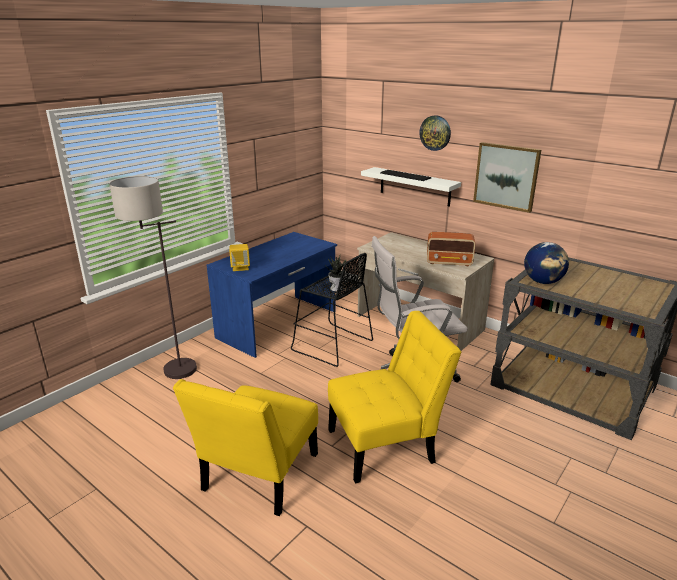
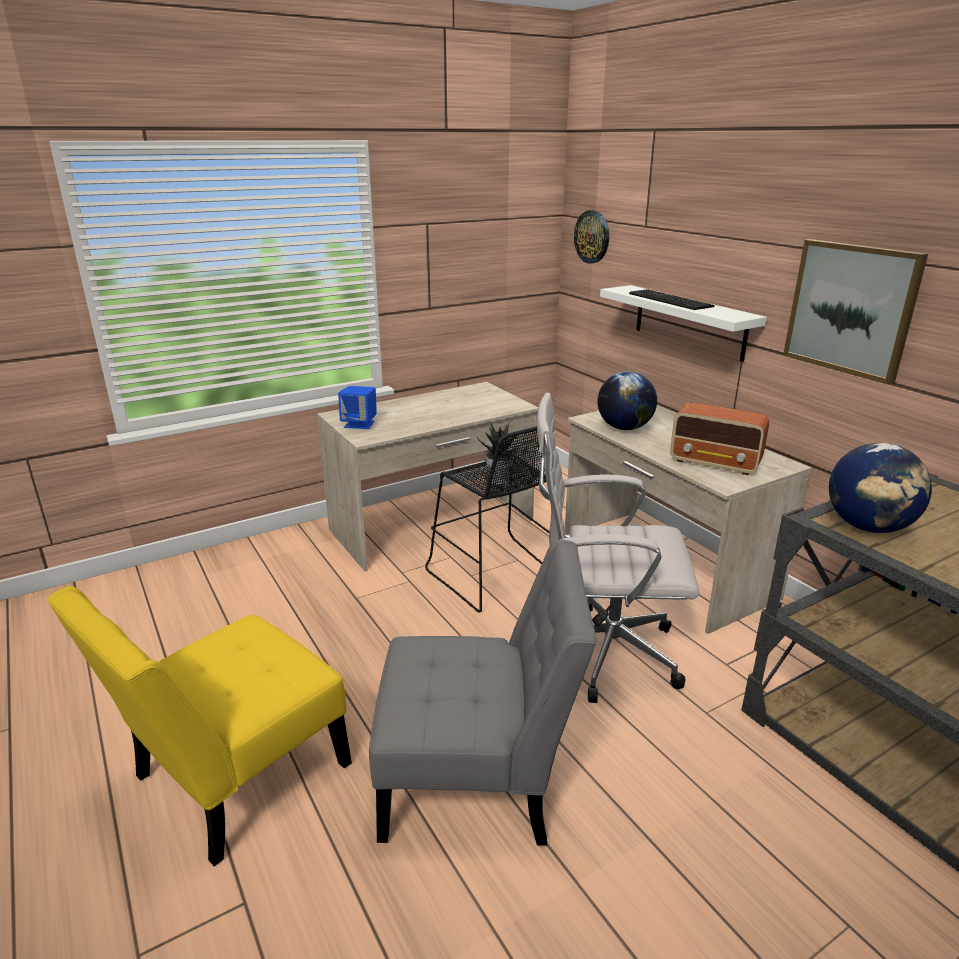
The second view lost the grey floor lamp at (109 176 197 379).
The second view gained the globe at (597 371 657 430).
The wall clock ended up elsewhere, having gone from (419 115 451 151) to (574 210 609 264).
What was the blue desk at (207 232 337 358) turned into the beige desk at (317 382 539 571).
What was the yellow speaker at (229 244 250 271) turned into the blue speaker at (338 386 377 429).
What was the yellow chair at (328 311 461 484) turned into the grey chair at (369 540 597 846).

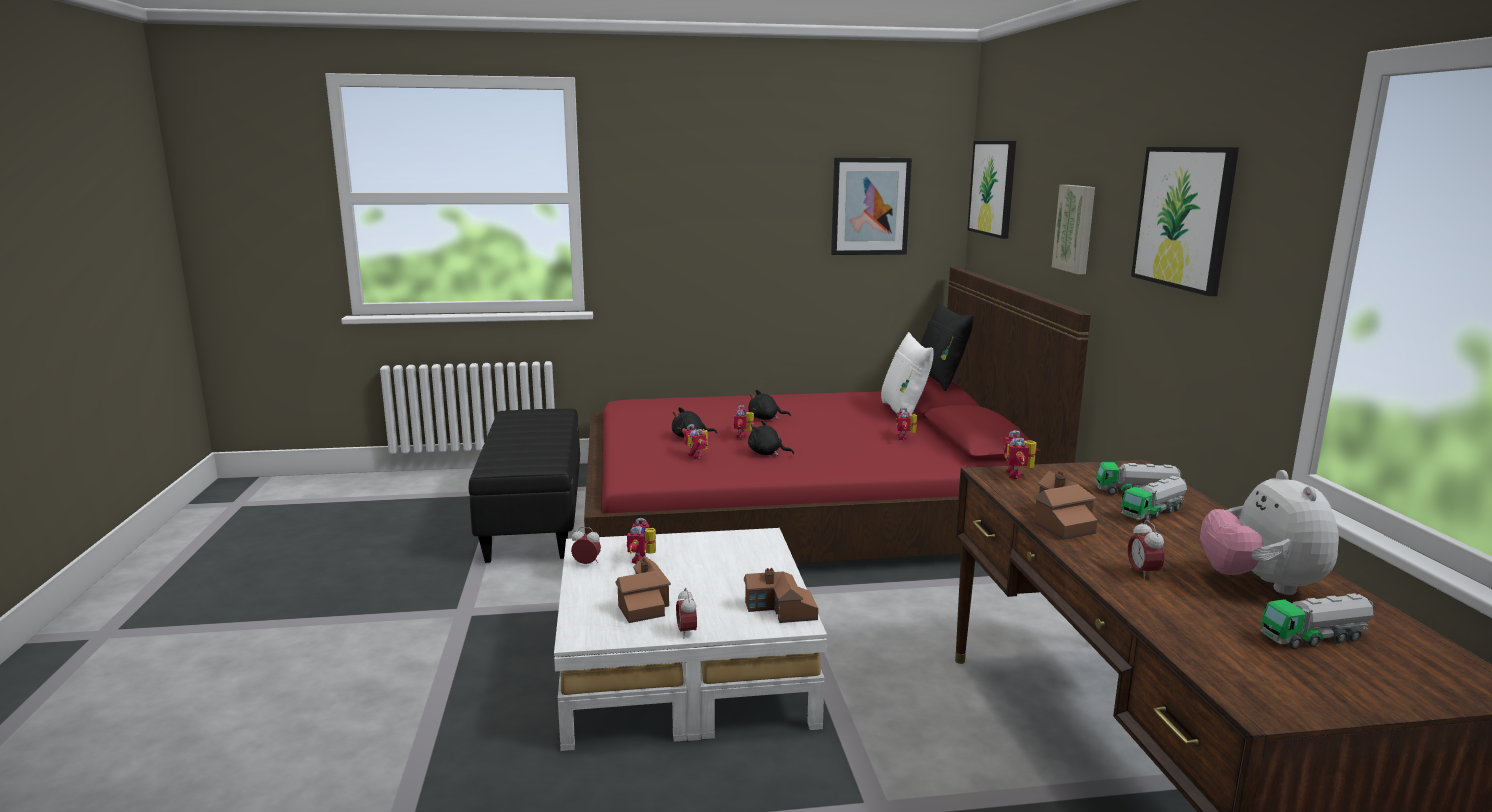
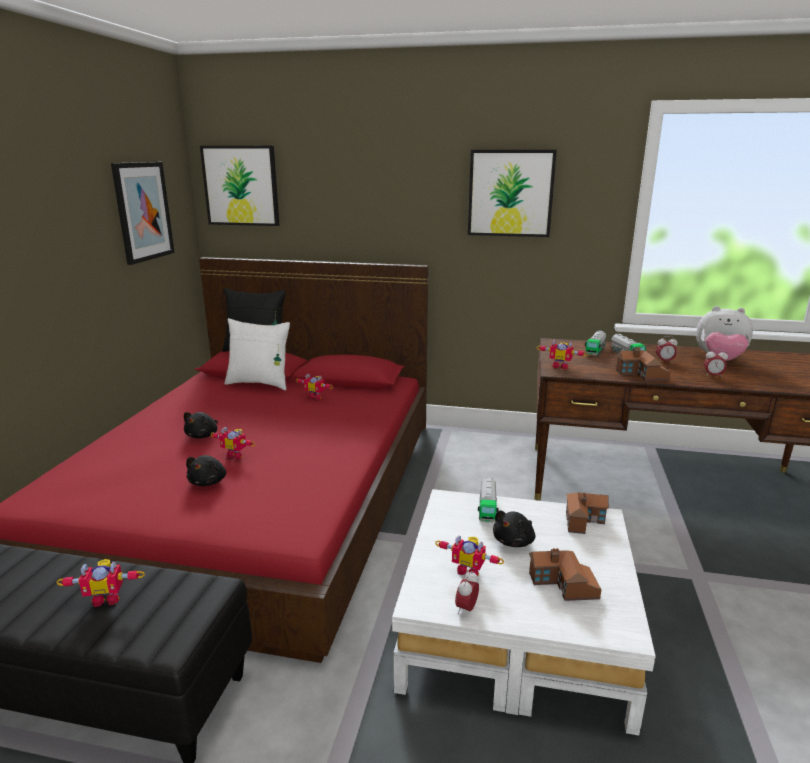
The second view lost the picture at (1052 185 1095 274).
The alarm clock ended up elsewhere, having gone from (676 588 697 639) to (656 336 678 363).
The toy robot ended up elsewhere, having gone from (682 424 708 460) to (56 559 145 607).
The black plush toy ended up elsewhere, having gone from (748 420 794 456) to (493 510 535 547).
The toy truck ended up elsewhere, having gone from (1260 593 1373 649) to (478 477 499 522).

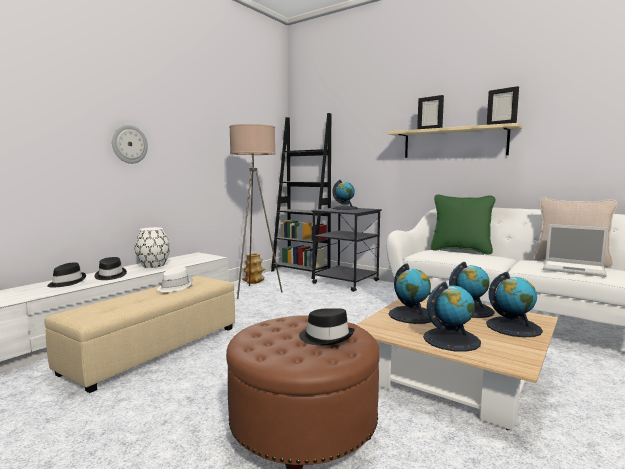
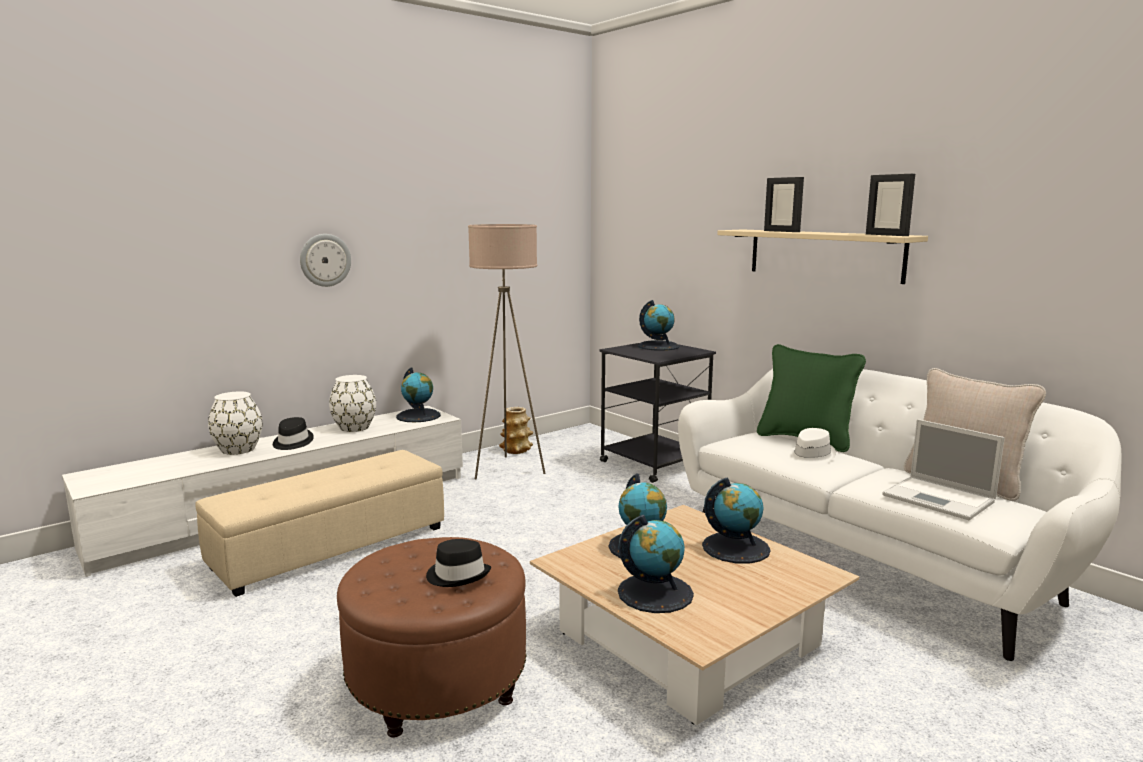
The second view lost the black bookcase at (271 113 331 279).
The white hat ended up elsewhere, having gone from (157 267 193 292) to (788 428 836 464).
The globe ended up elsewhere, having gone from (486 272 543 337) to (396 368 441 423).
Where the black hat stood at (47 263 86 287), the white vase came to stand at (208 392 263 455).

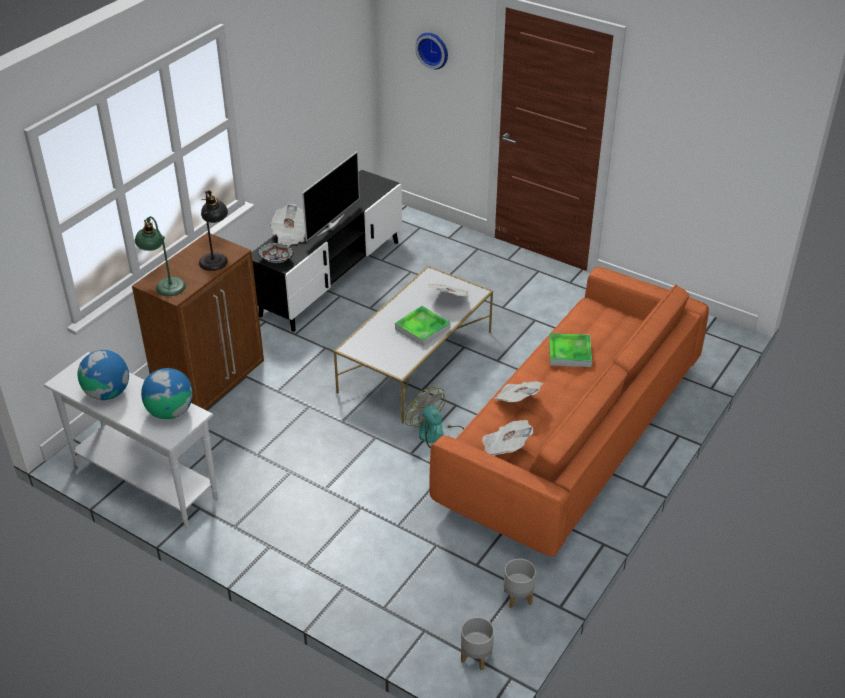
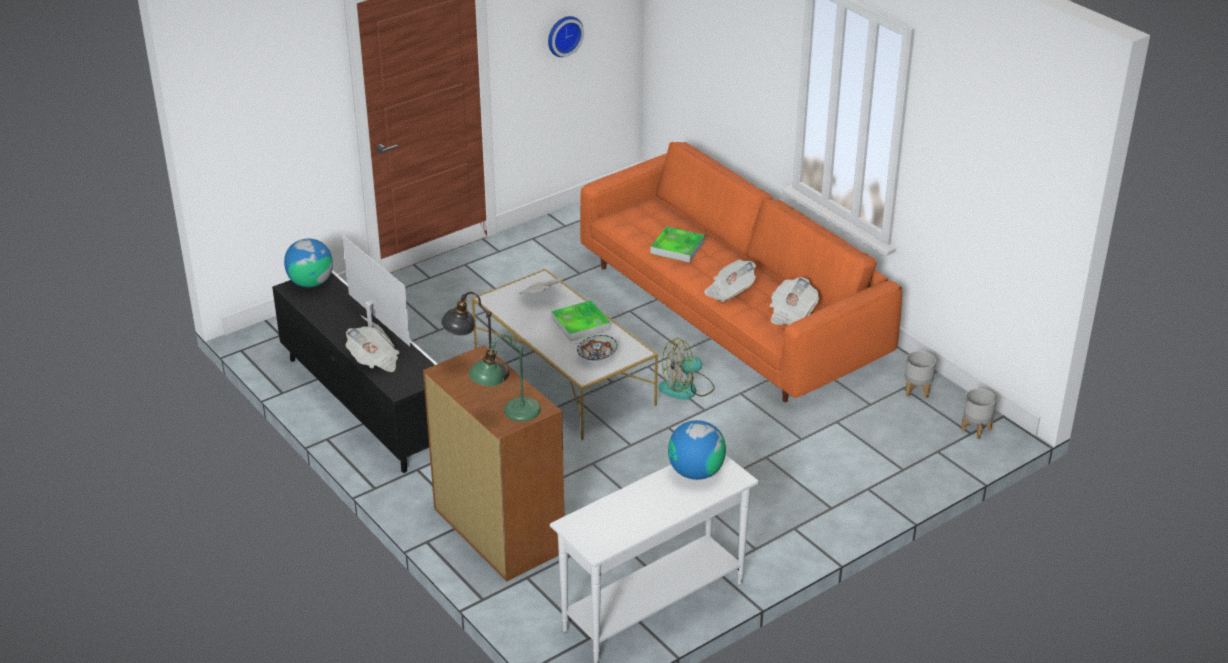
The globe ended up elsewhere, having gone from (78 350 129 400) to (284 239 333 287).
The bowl ended up elsewhere, having gone from (258 243 294 263) to (577 335 617 361).
The wall clock ended up elsewhere, having gone from (415 33 448 69) to (548 16 584 57).

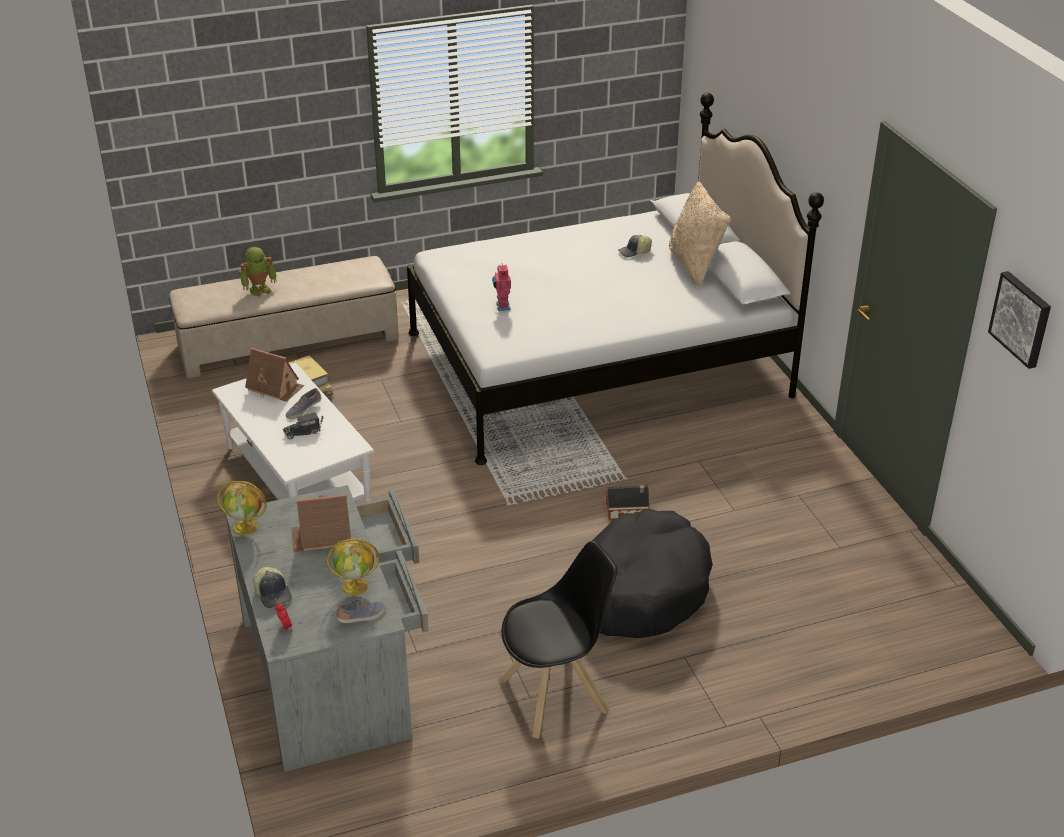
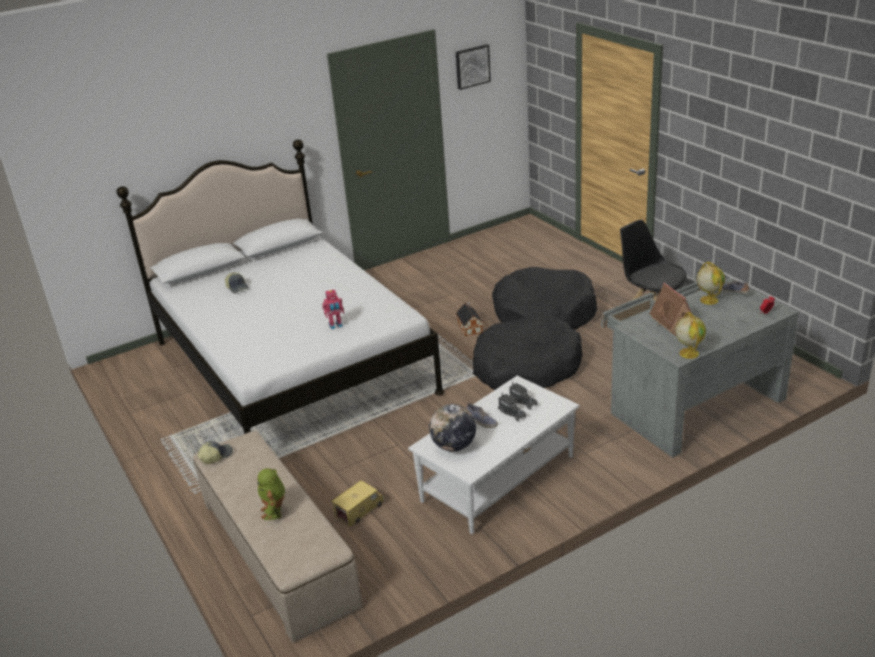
The second view lost the beige pillow at (669 182 731 285).
The second view gained the black dog bed at (473 314 583 390).
The second view gained the toy truck at (509 382 538 410).
The cap ended up elsewhere, having gone from (253 567 292 608) to (198 441 233 464).
Where the toy house stood at (245 348 304 402), the globe came to stand at (429 404 476 452).
The toy robot at (238 247 277 297) ended up facing another way, 150 degrees counterclockwise from before.

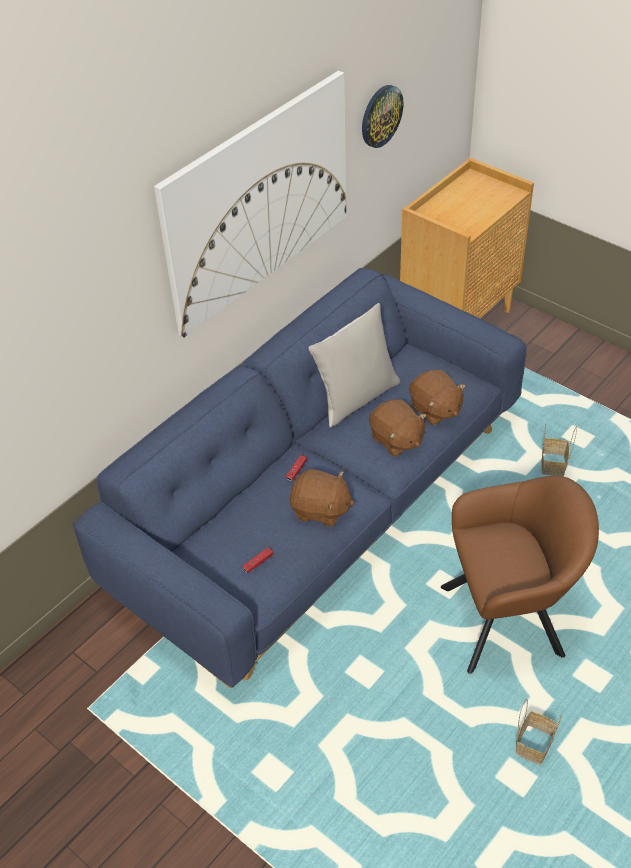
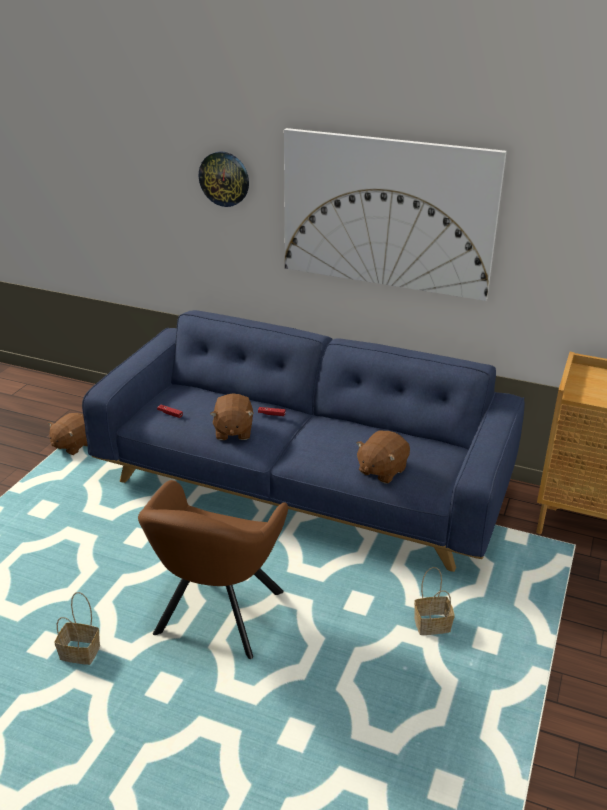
The second view lost the grey pillow at (308 303 400 428).
The wall clock ended up elsewhere, having gone from (362 85 404 148) to (199 151 249 207).
The brown plush toy ended up elsewhere, having gone from (369 399 427 457) to (48 413 88 455).
The brown armchair at (441 476 599 674) ended up facing another way, 45 degrees clockwise from before.

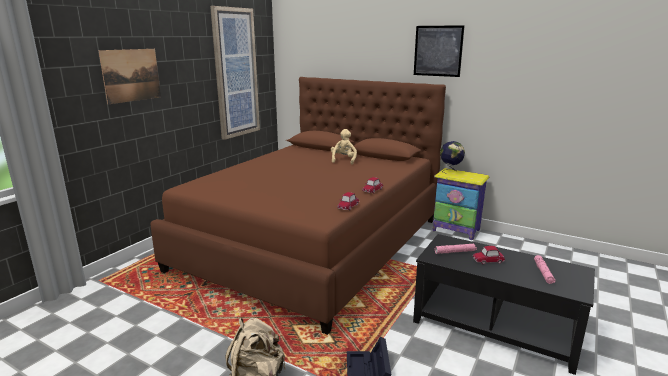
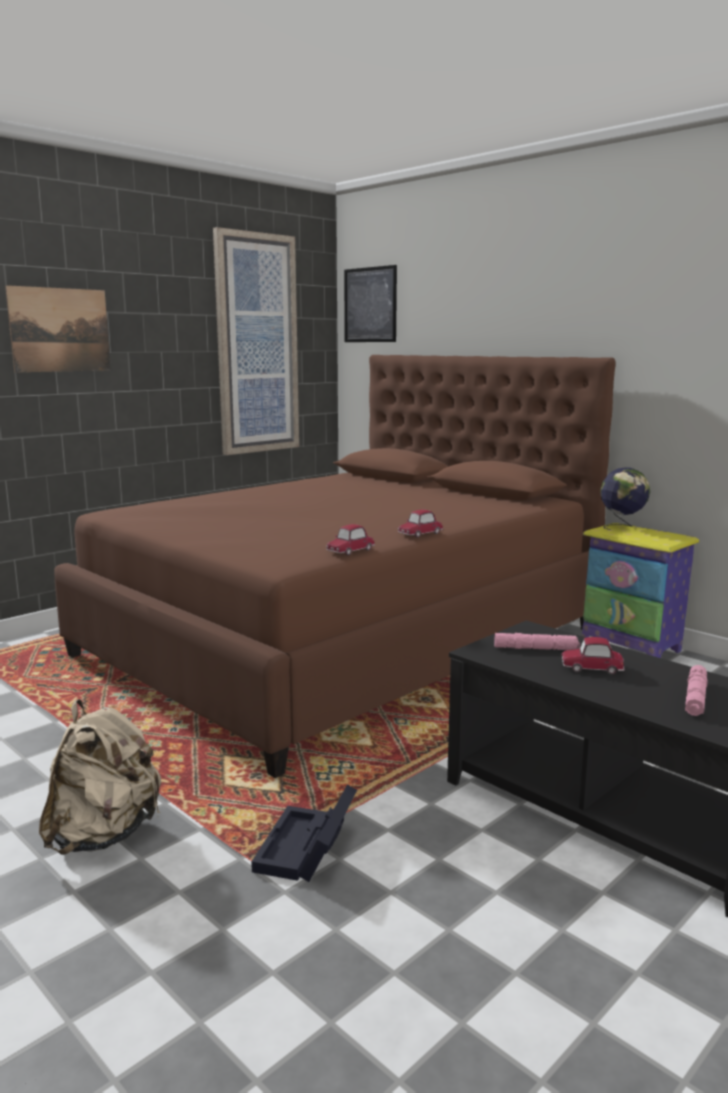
The second view lost the beige plush toy at (331 129 357 164).
The picture ended up elsewhere, having gone from (414 25 465 77) to (344 265 397 342).

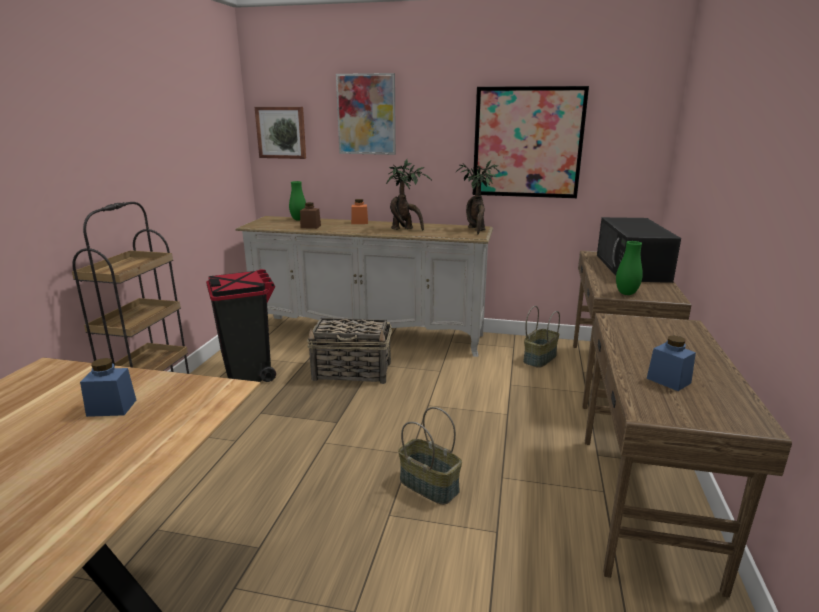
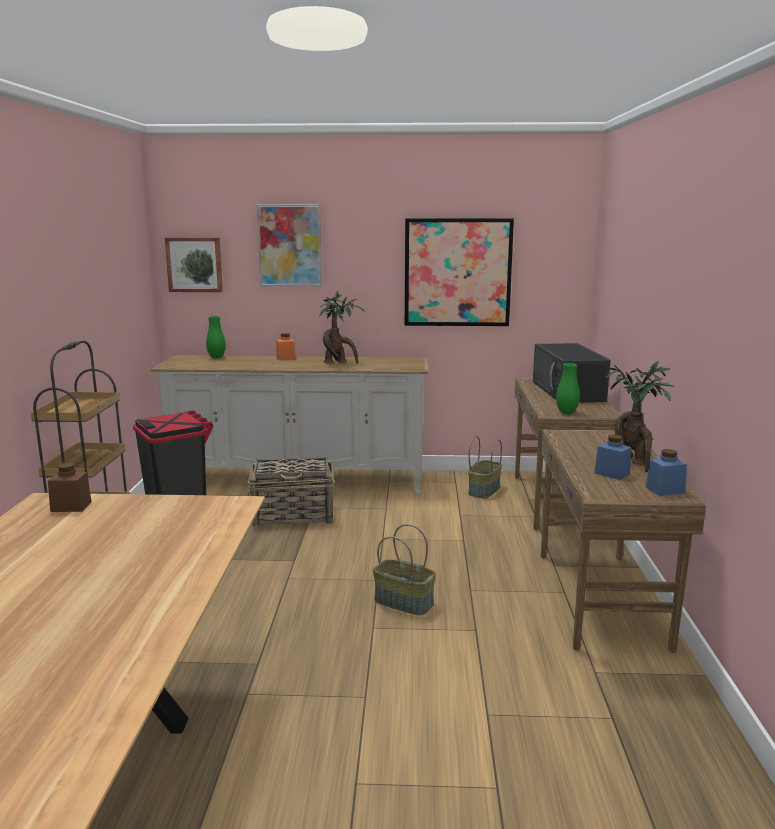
The blue jar ended up elsewhere, having gone from (80 358 136 417) to (646 449 687 496).
The brown jar ended up elsewhere, having gone from (300 202 321 229) to (48 462 92 512).
The potted plant ended up elsewhere, having gone from (456 160 499 234) to (605 361 674 472).

